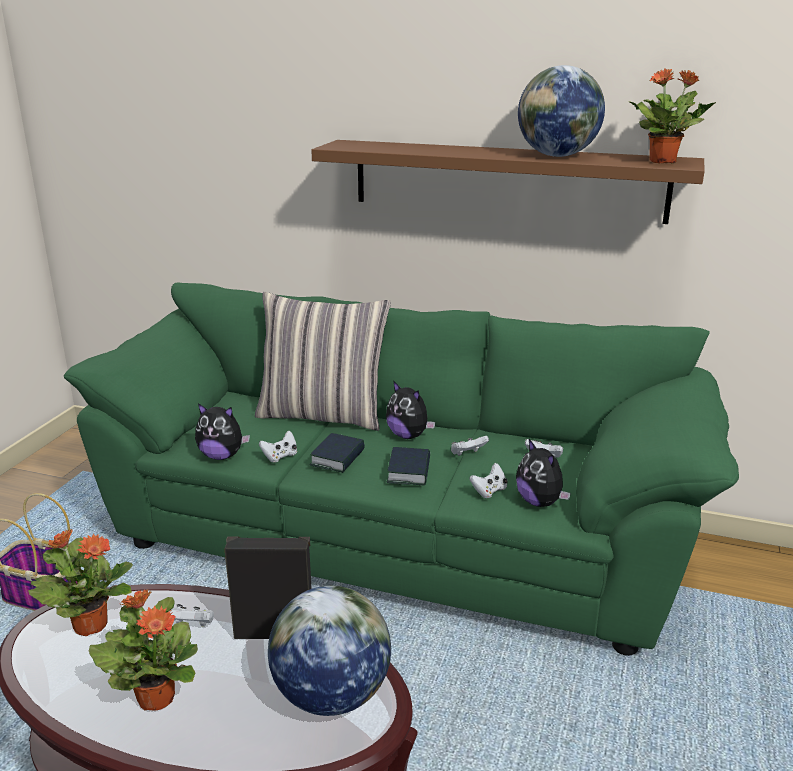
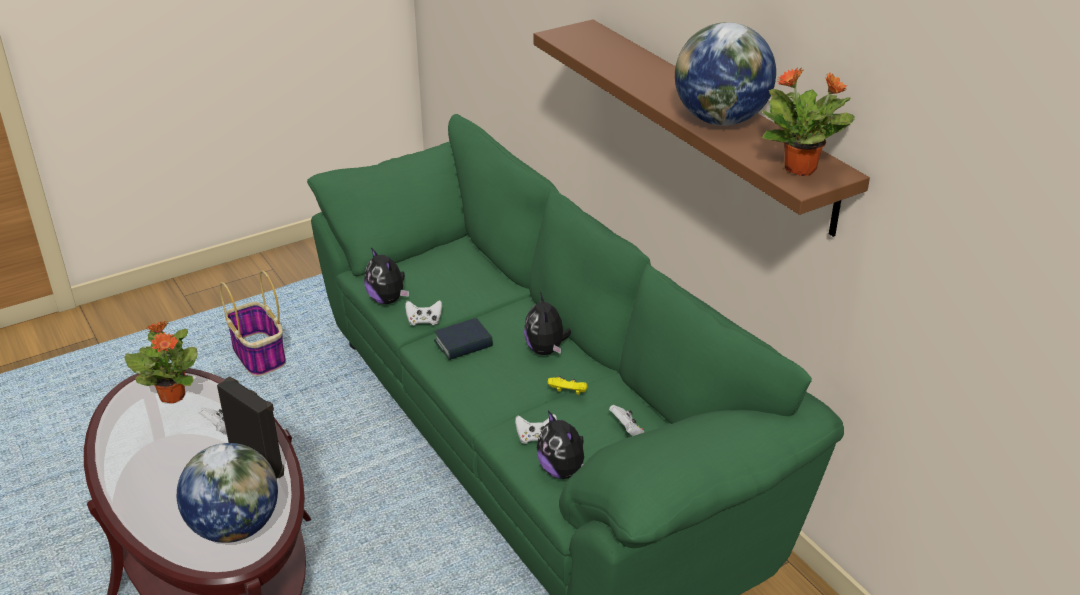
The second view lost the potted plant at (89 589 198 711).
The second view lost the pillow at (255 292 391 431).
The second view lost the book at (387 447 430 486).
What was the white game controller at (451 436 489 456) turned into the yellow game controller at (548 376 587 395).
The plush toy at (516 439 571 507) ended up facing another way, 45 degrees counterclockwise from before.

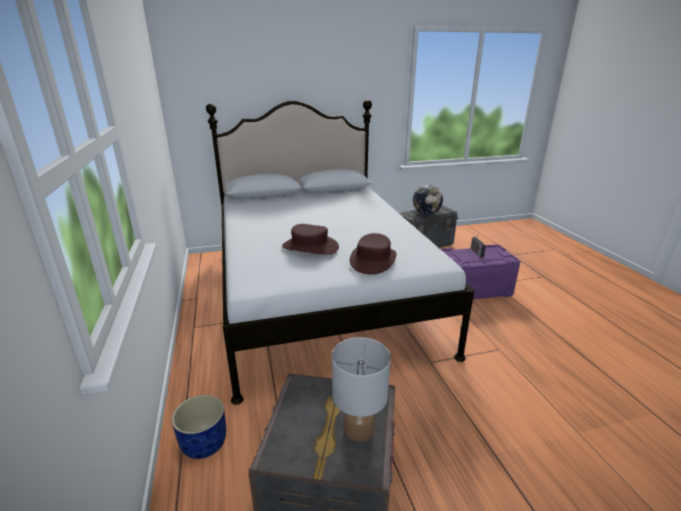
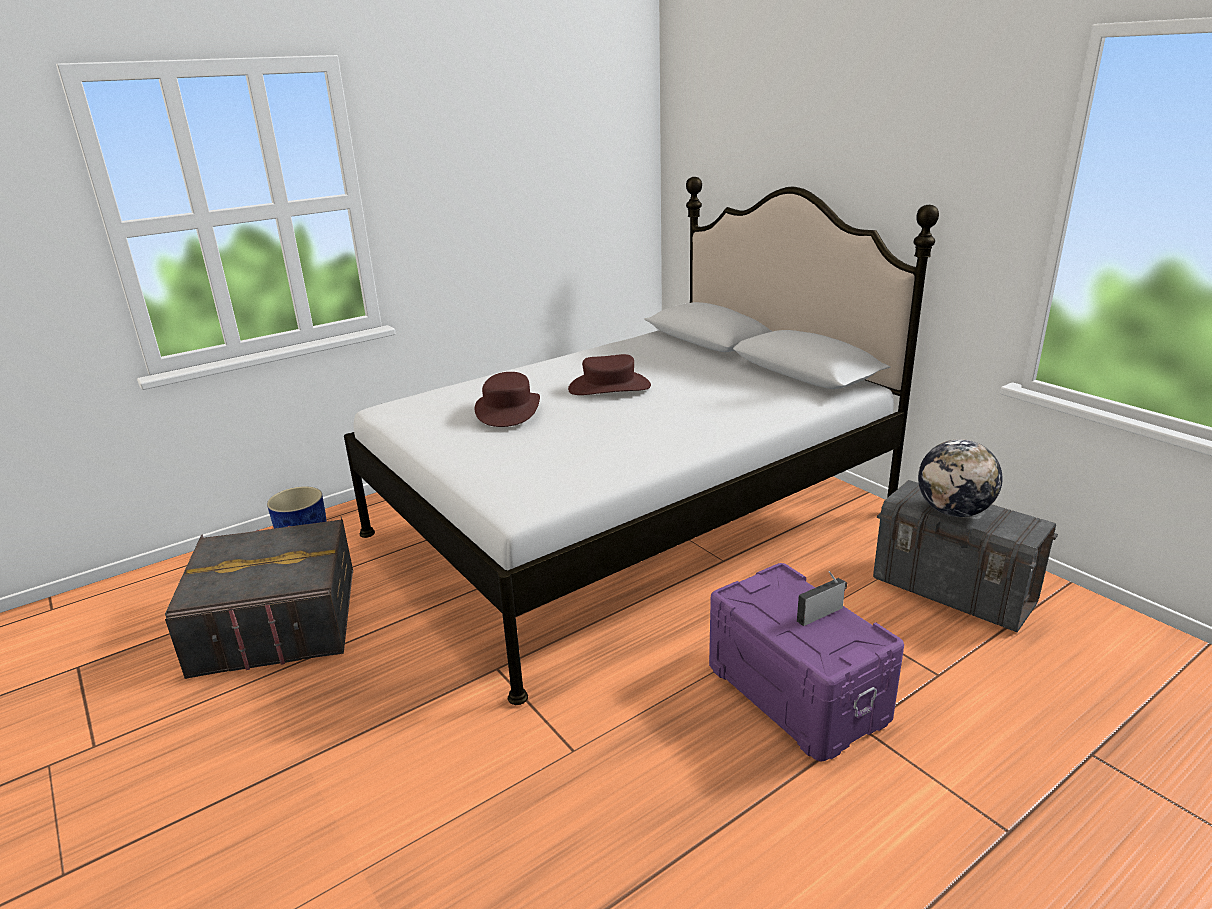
The second view lost the grey table lamp at (332 337 391 442).
The brown hat ended up elsewhere, having gone from (350 233 397 274) to (568 354 651 395).

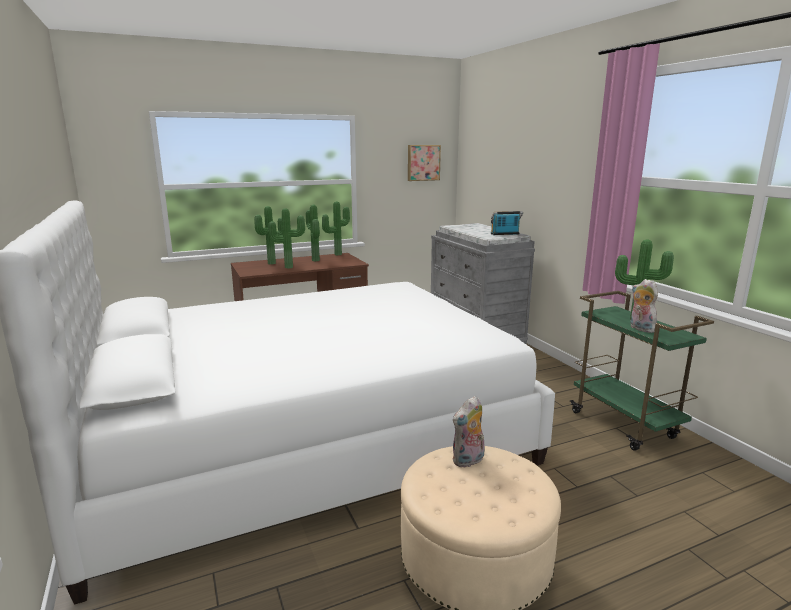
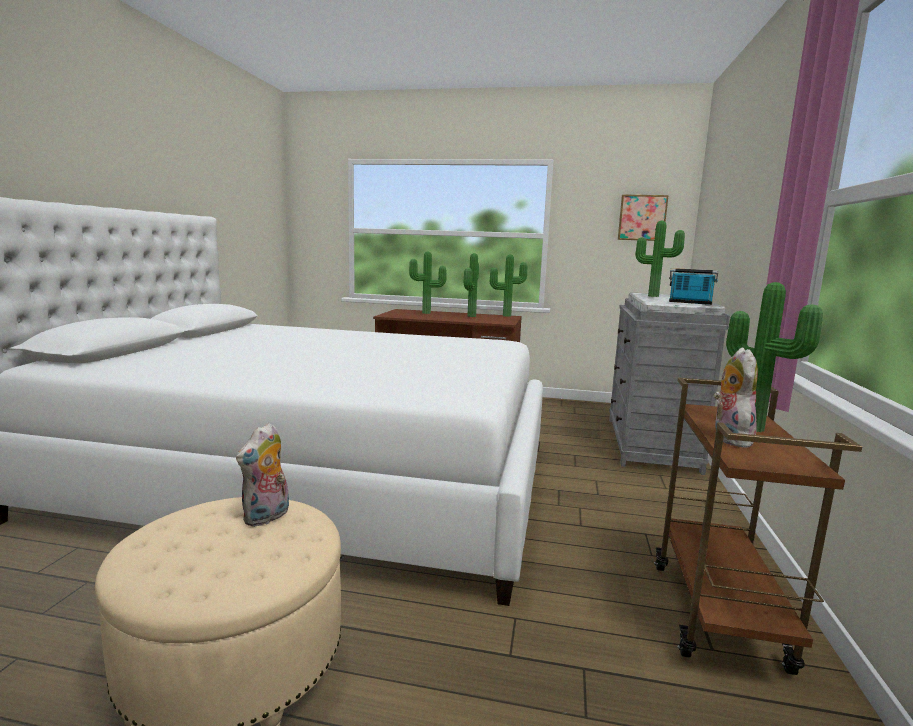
The potted plant ended up elsewhere, having gone from (268 208 305 269) to (635 221 685 297).
What was the green cart at (570 291 714 451) turned into the brown cart at (654 377 862 675).
The plush toy at (453 396 485 468) ended up facing another way, 60 degrees counterclockwise from before.

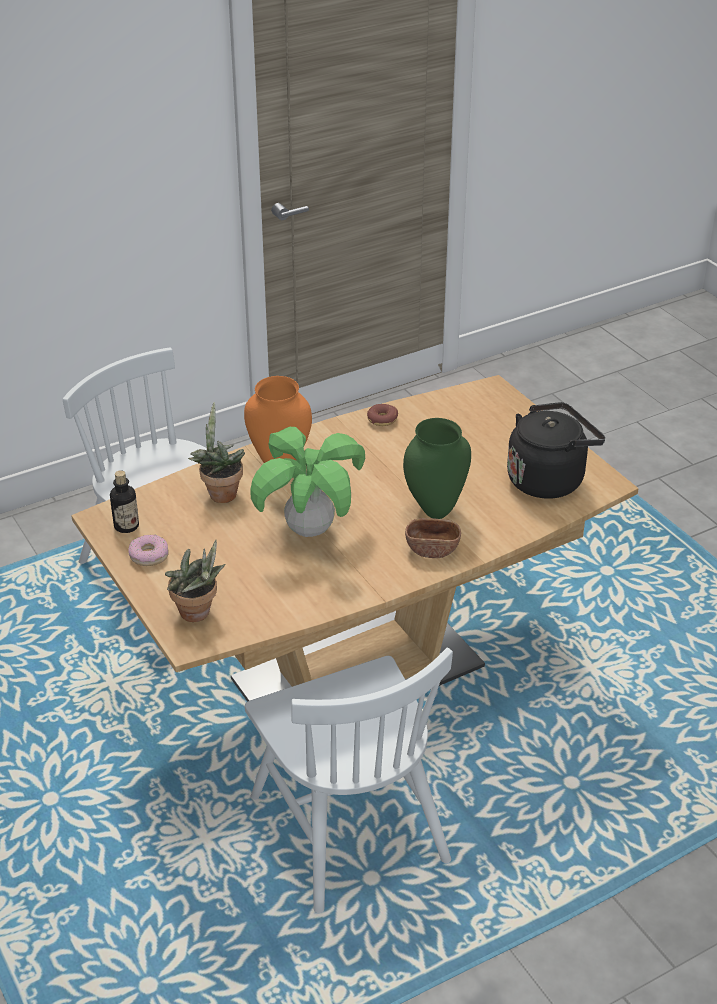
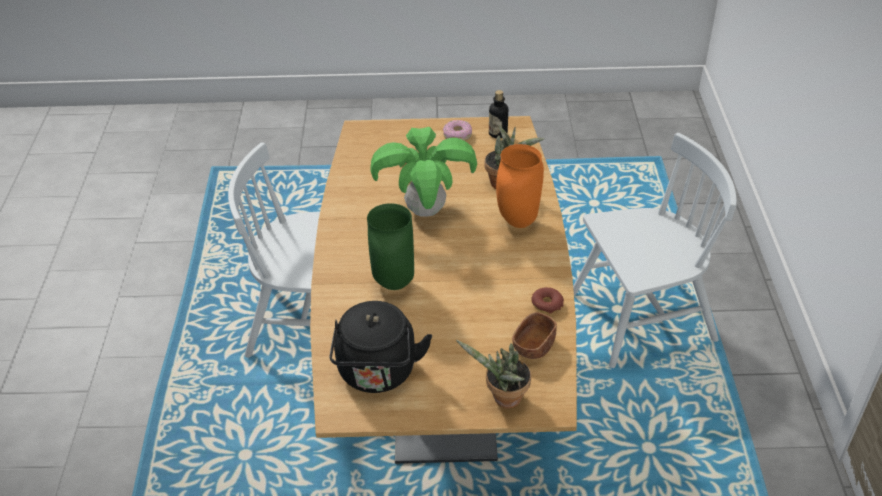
The potted plant ended up elsewhere, having gone from (165 540 225 622) to (456 340 531 408).
The brown bowl ended up elsewhere, having gone from (405 518 461 558) to (512 312 557 359).

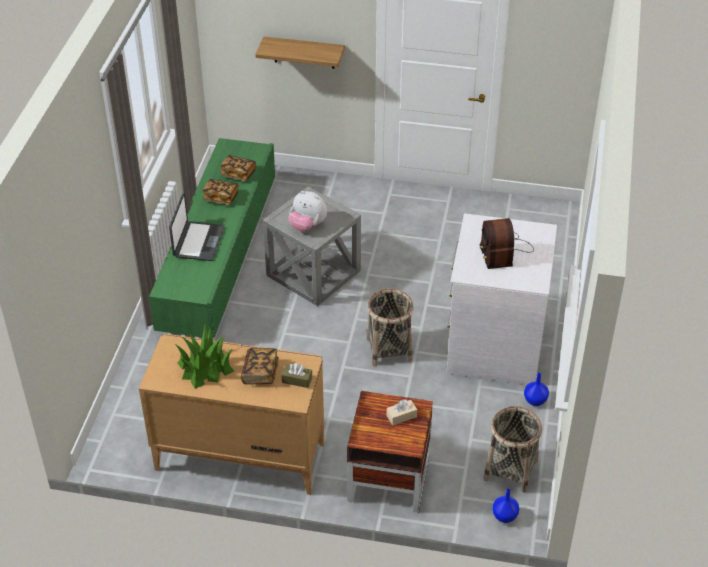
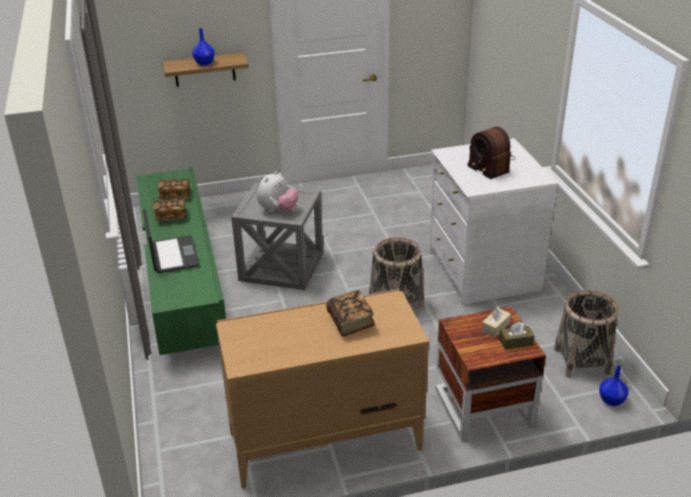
The second view lost the potted plant at (175 325 234 389).
The brown tissue box ended up elsewhere, having gone from (281 363 312 388) to (499 322 535 350).
The blue vase ended up elsewhere, having gone from (524 373 549 406) to (192 28 215 66).
The plush toy at (288 191 327 232) ended up facing another way, 60 degrees counterclockwise from before.

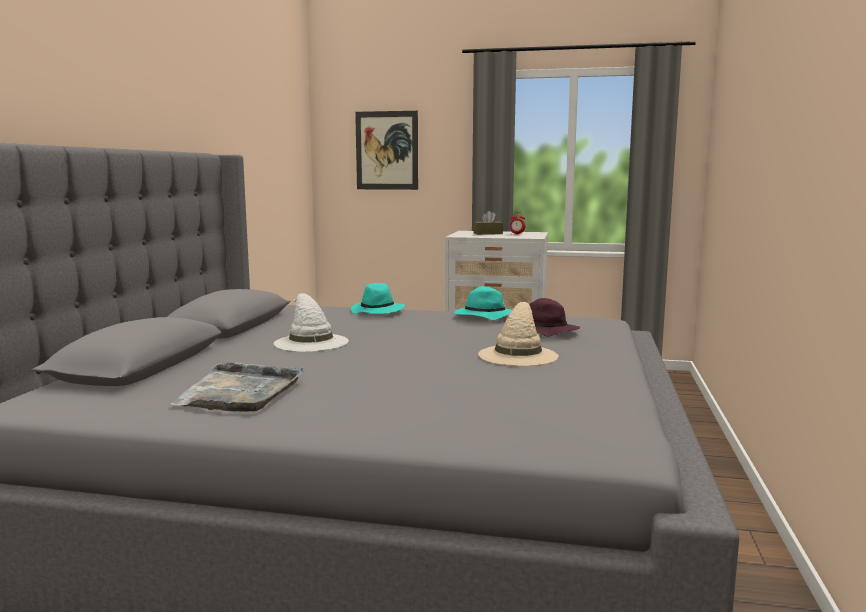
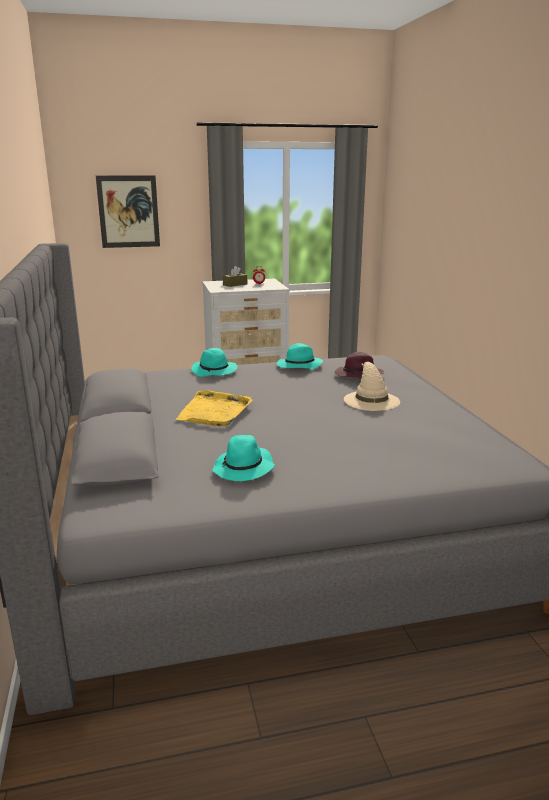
Where the grey tray stood at (170 362 304 412), the turquoise hat came to stand at (212 435 275 481).
Where the white hat stood at (273 293 349 352), the yellow tray came to stand at (176 390 253 426).

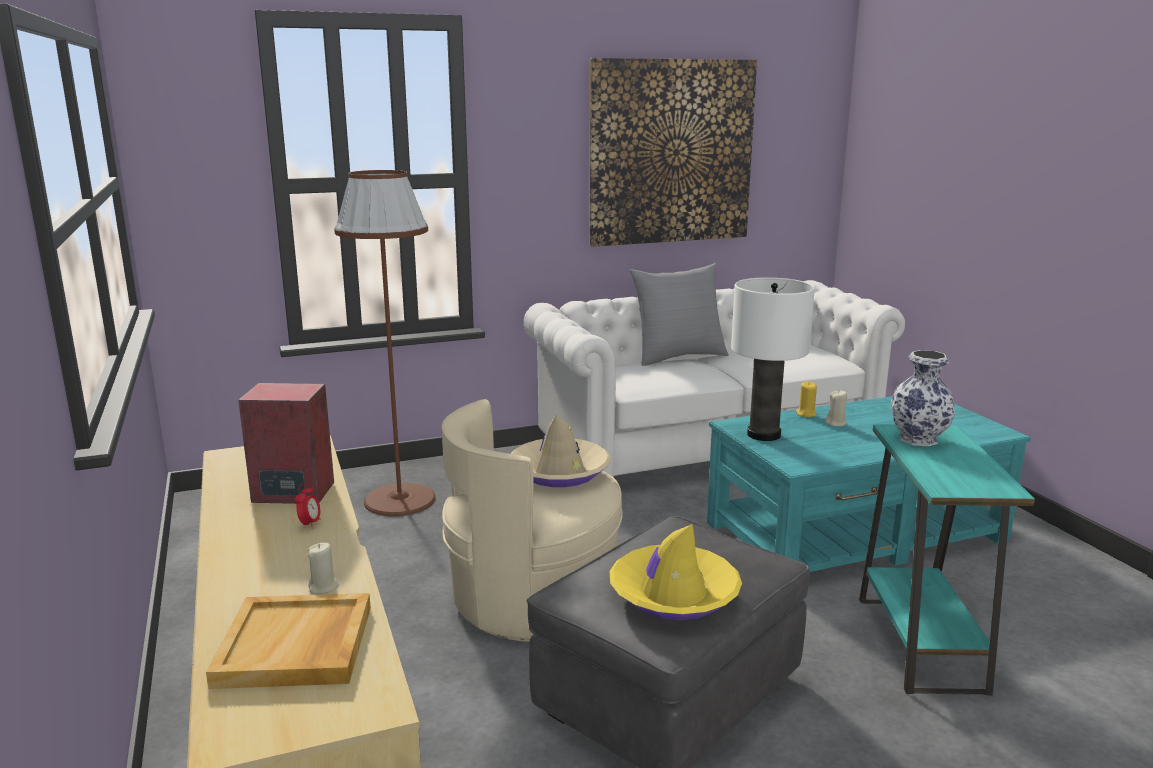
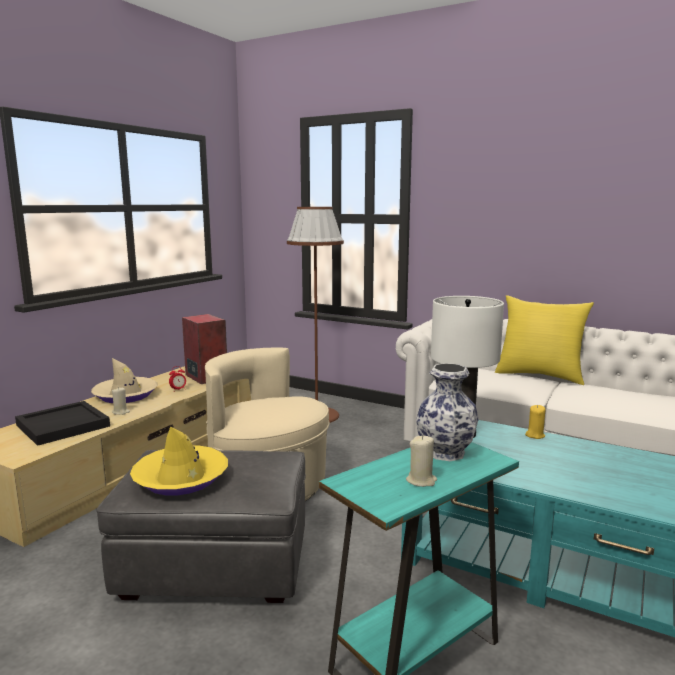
The second view lost the picture at (589 58 757 247).
The beige hat ended up elsewhere, having gone from (511 415 611 487) to (91 358 158 403).
The beige candle ended up elsewhere, having gone from (825 390 847 426) to (406 435 437 487).
What was the beige tray at (206 593 371 689) turned into the black tray at (15 401 110 446).
What was the grey pillow at (629 263 729 366) turned into the yellow pillow at (495 295 594 385).

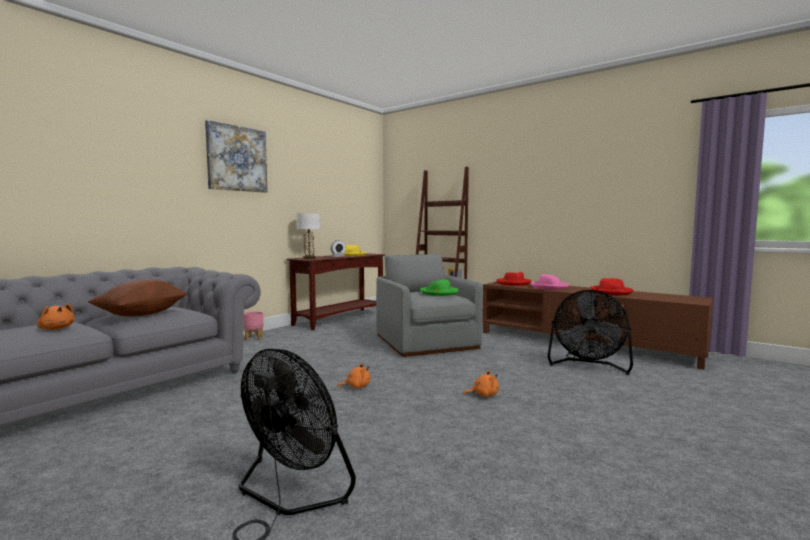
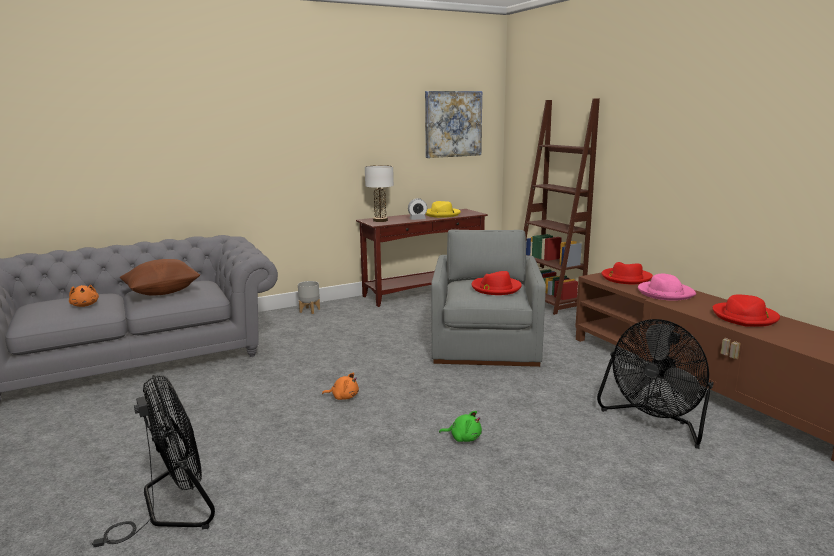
The picture ended up elsewhere, having gone from (205 120 268 193) to (425 91 482 158).
What was the pink planter at (244 311 264 340) turned into the grey planter at (298 281 320 314).
What was the green hat at (420 279 459 296) turned into the red hat at (471 271 522 295).
What was the orange plush toy at (464 371 499 397) turned into the green plush toy at (439 411 482 442).

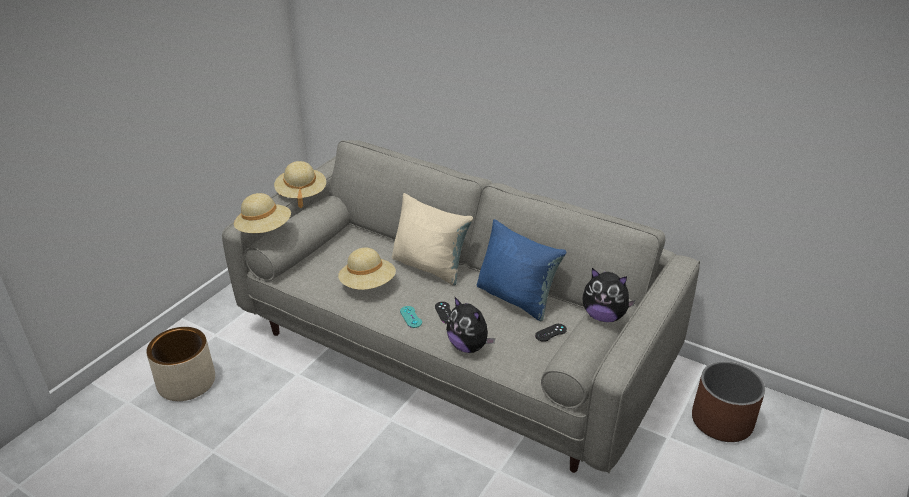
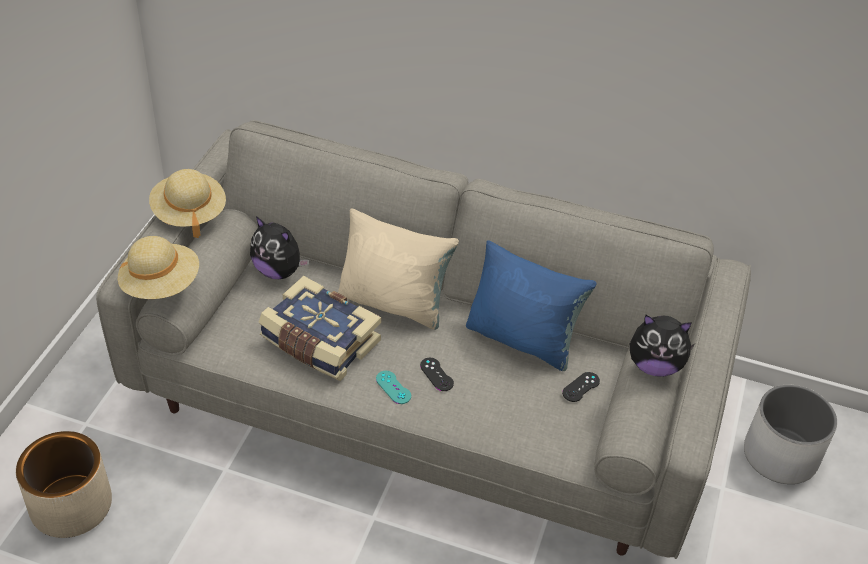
The plush toy ended up elsewhere, having gone from (446 296 495 353) to (250 216 310 279).
Where the beige hat stood at (338 248 396 290), the book came to stand at (259 276 381 381).
What was the brown planter at (692 361 765 442) turned into the white planter at (744 385 837 484).

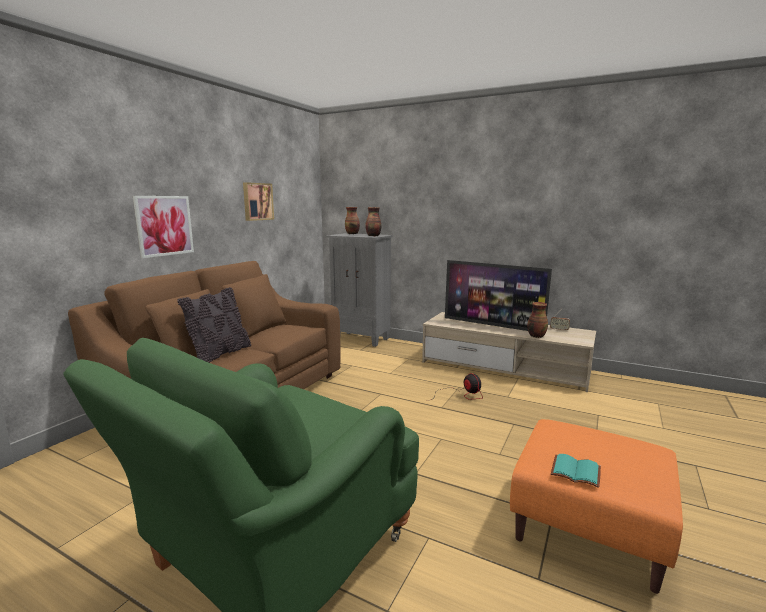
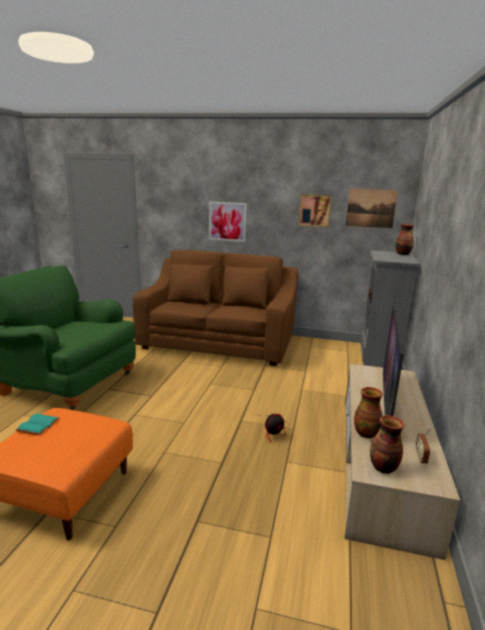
The second view lost the black pillow at (177 287 251 363).
The second view gained the picture at (346 188 398 228).
The vase ended up elsewhere, having gone from (365 207 381 236) to (370 415 405 474).

